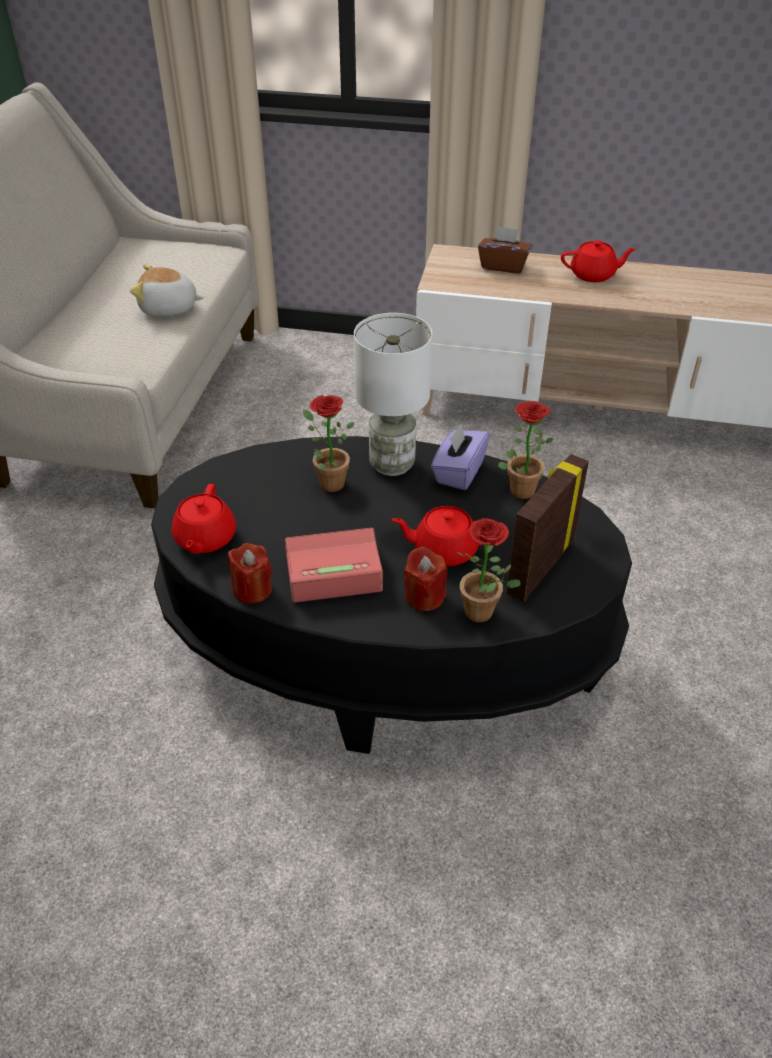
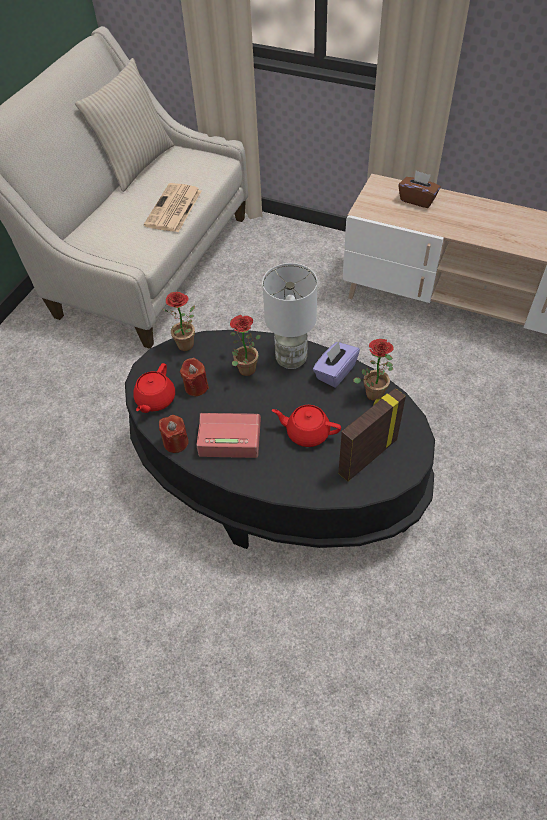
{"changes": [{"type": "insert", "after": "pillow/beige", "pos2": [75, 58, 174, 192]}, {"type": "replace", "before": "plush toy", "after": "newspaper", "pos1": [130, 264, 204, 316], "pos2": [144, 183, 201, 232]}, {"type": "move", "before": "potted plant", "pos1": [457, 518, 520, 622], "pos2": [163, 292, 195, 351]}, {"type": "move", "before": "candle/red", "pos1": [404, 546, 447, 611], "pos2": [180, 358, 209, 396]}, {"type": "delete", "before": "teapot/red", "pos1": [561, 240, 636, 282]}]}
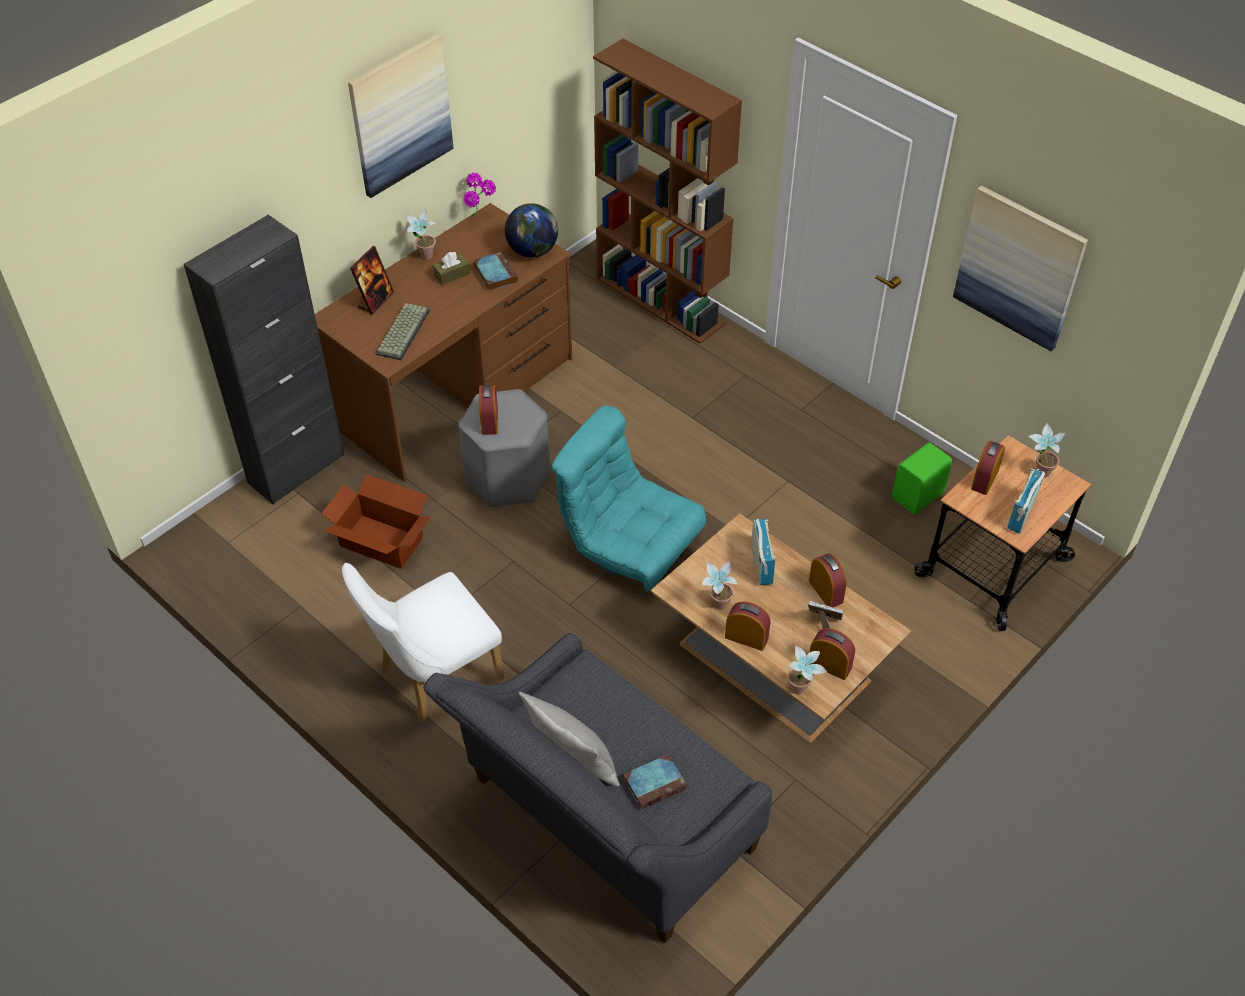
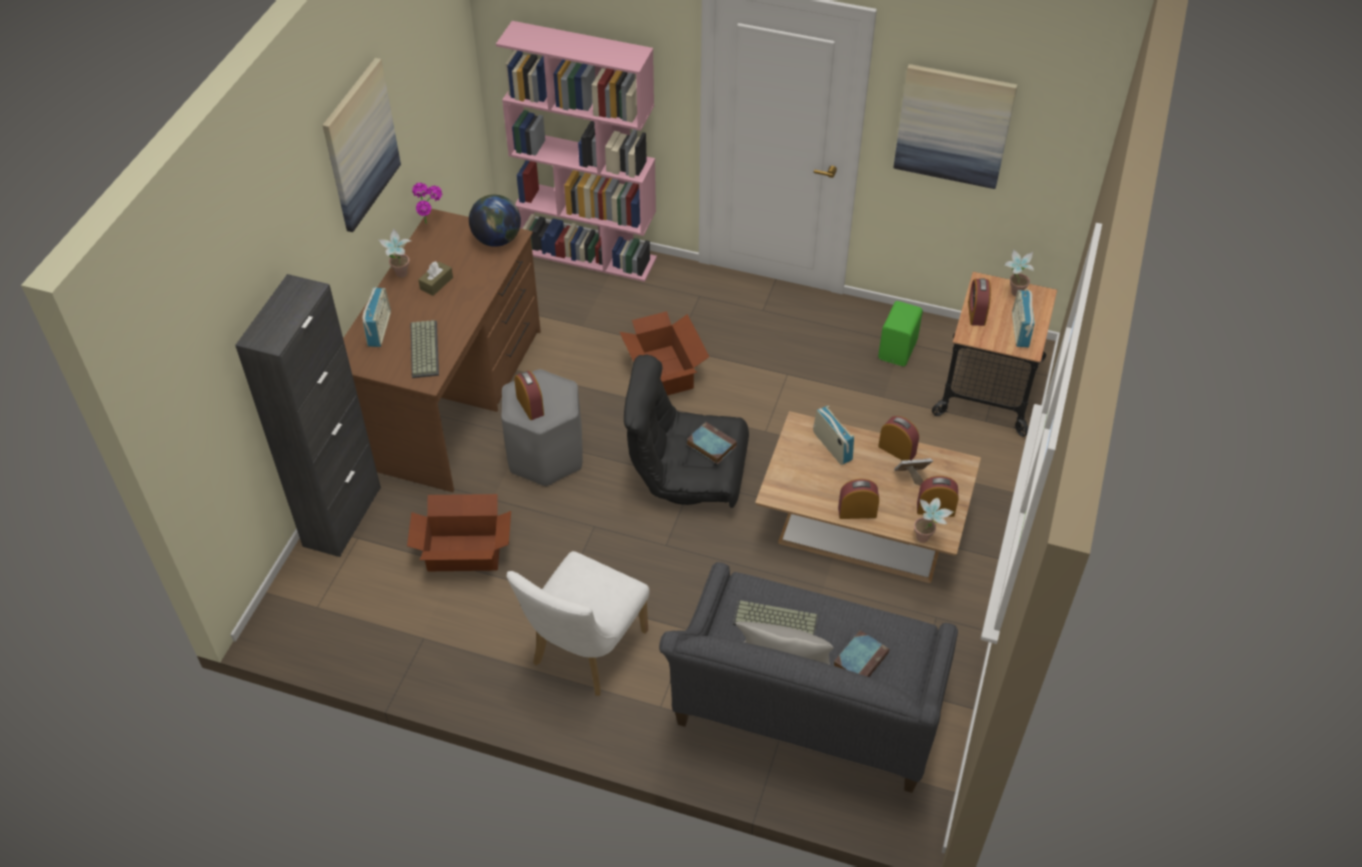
{"changes": [{"type": "replace", "before": "picture frame", "after": "radio", "pos1": [350, 246, 394, 315], "pos2": [362, 287, 391, 347]}, {"type": "recolor", "before": "bookcase/brown", "after": "bookcase/pink", "pos1": [593, 38, 742, 344], "pos2": [496, 21, 657, 282]}, {"type": "insert", "after": "cardboard box", "pos2": [620, 311, 709, 396]}, {"type": "recolor", "before": "armchair/turquoise", "after": "armchair/black", "pos1": [552, 405, 706, 591], "pos2": [624, 355, 749, 508]}, {"type": "move", "before": "book", "pos1": [474, 252, 518, 291], "pos2": [687, 422, 737, 464]}, {"type": "insert", "after": "keyboard", "pos2": [733, 600, 819, 635]}, {"type": "delete", "before": "potted plant", "pos1": [702, 561, 738, 610]}]}
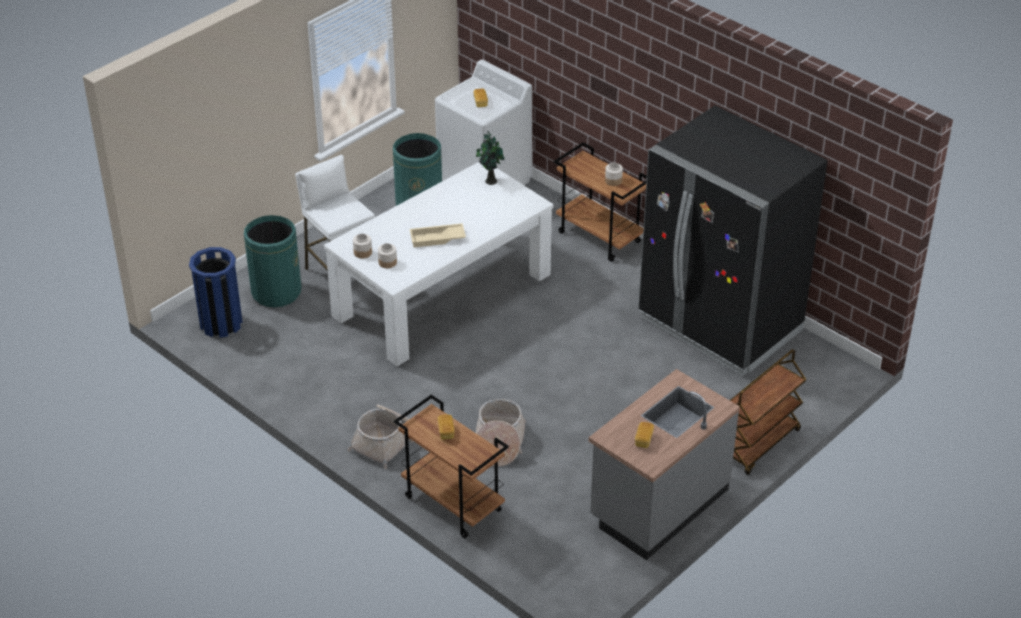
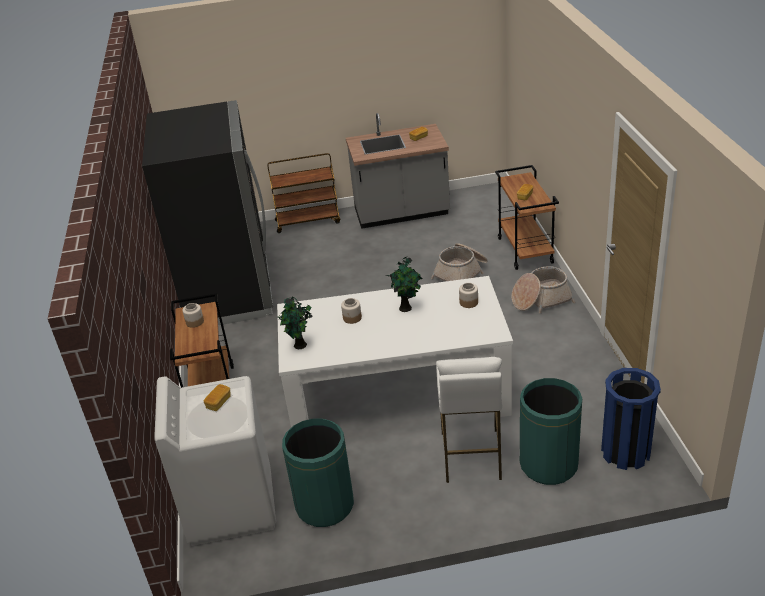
{"changes": [{"type": "move", "before": "jar", "pos1": [353, 234, 372, 258], "pos2": [341, 298, 362, 324]}, {"type": "replace", "before": "tray/beige", "after": "potted plant", "pos1": [410, 223, 466, 247], "pos2": [386, 256, 423, 312]}]}
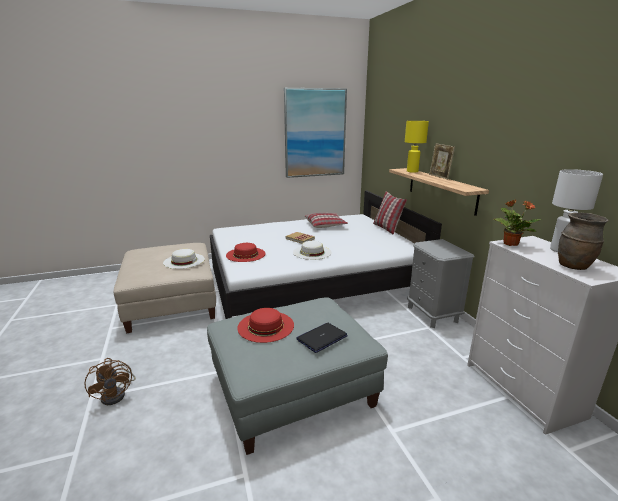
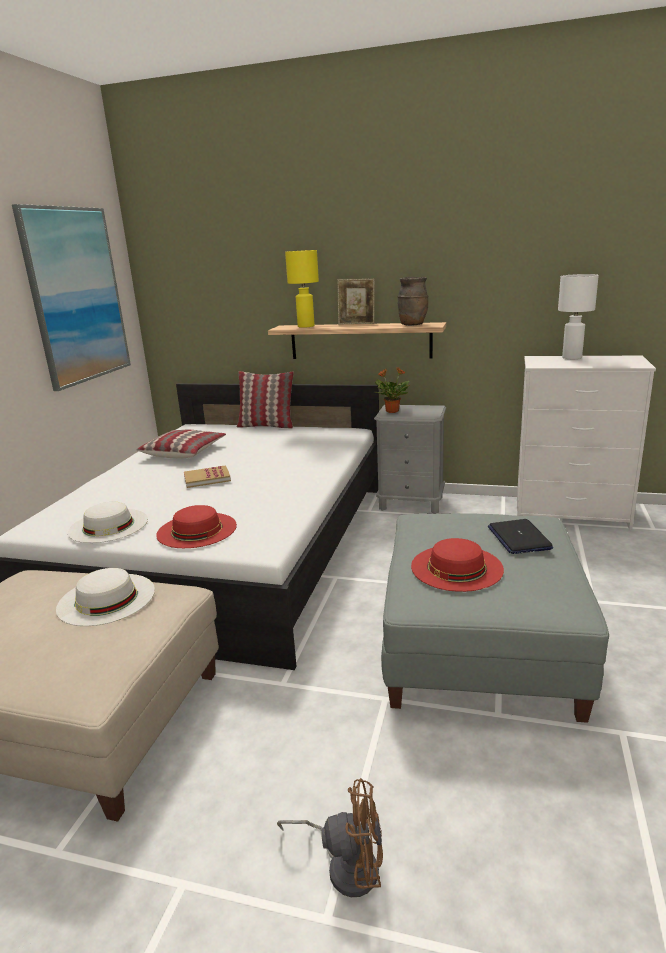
{"changes": [{"type": "move", "before": "hat/white", "pos1": [293, 241, 332, 260], "pos2": [68, 502, 148, 543]}, {"type": "move", "before": "potted plant", "pos1": [493, 200, 541, 246], "pos2": [374, 367, 410, 413]}, {"type": "move", "before": "vase/brown", "pos1": [558, 213, 608, 270], "pos2": [397, 277, 428, 326]}]}
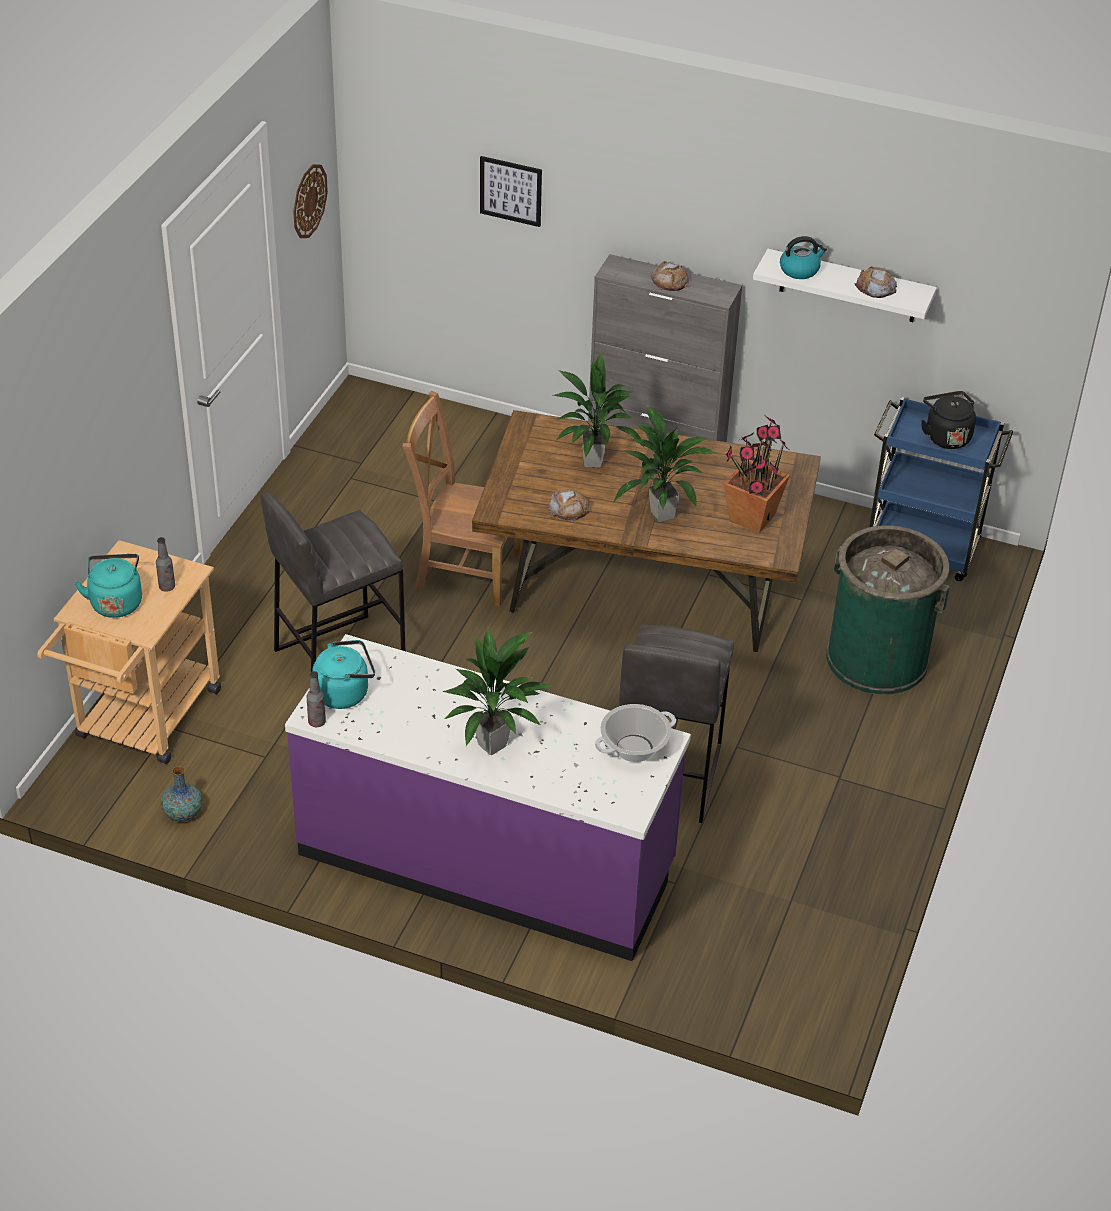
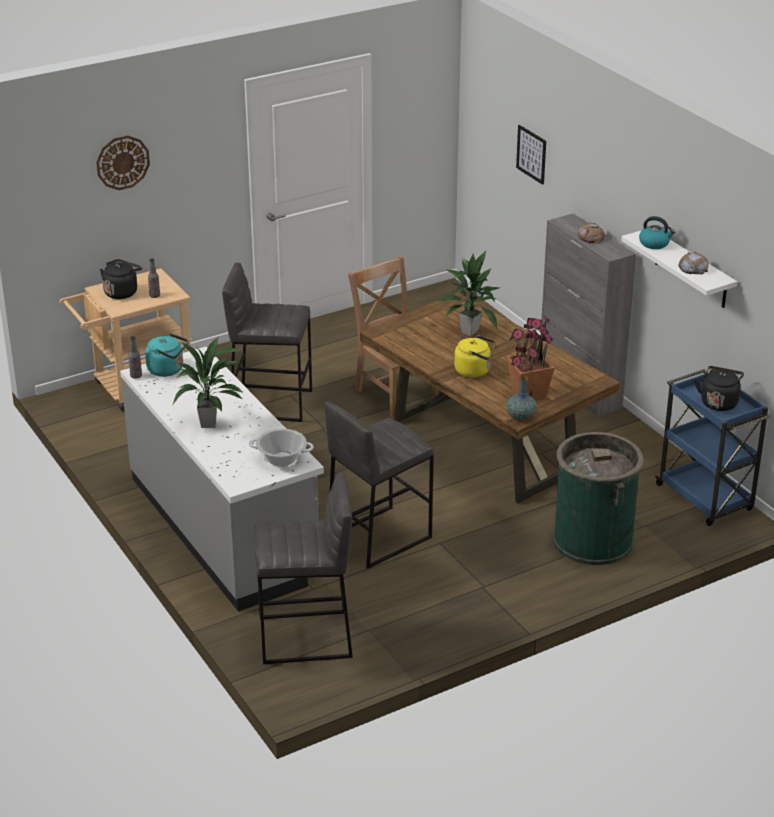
{"changes": [{"type": "move", "before": "wall clock", "pos1": [293, 164, 328, 238], "pos2": [96, 136, 150, 190]}, {"type": "recolor", "before": "kettle/turquoise", "after": "kettle/black", "pos1": [75, 554, 142, 618], "pos2": [100, 259, 142, 299]}, {"type": "recolor", "before": "counter/purple", "after": "counter/grey", "pos1": [285, 634, 691, 961], "pos2": [120, 347, 324, 612]}, {"type": "insert", "after": "stool/grey", "pos2": [254, 473, 353, 664]}, {"type": "replace", "before": "potted plant", "after": "kettle/yellow", "pos1": [613, 405, 717, 522], "pos2": [454, 335, 496, 378]}, {"type": "move", "before": "vase", "pos1": [161, 766, 203, 821], "pos2": [506, 376, 537, 421]}, {"type": "delete", "before": "bread", "pos1": [547, 489, 589, 522]}]}
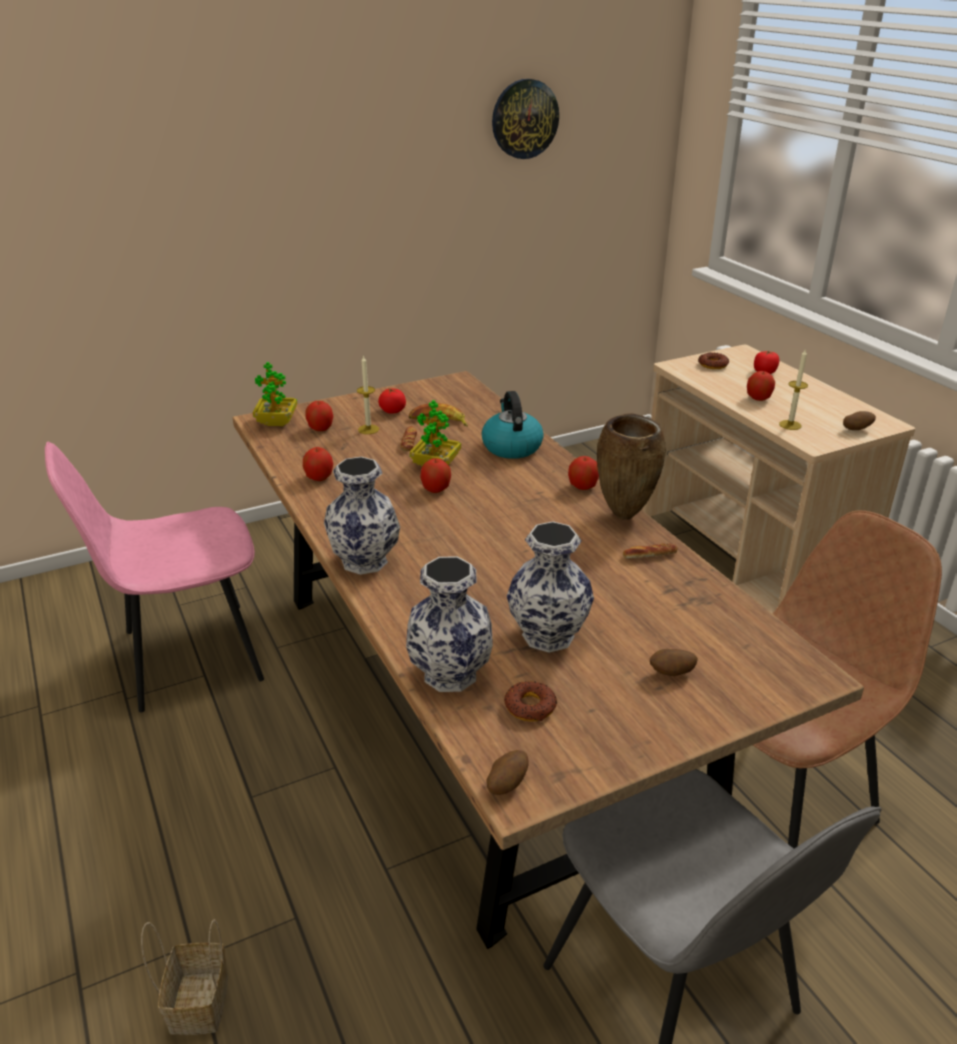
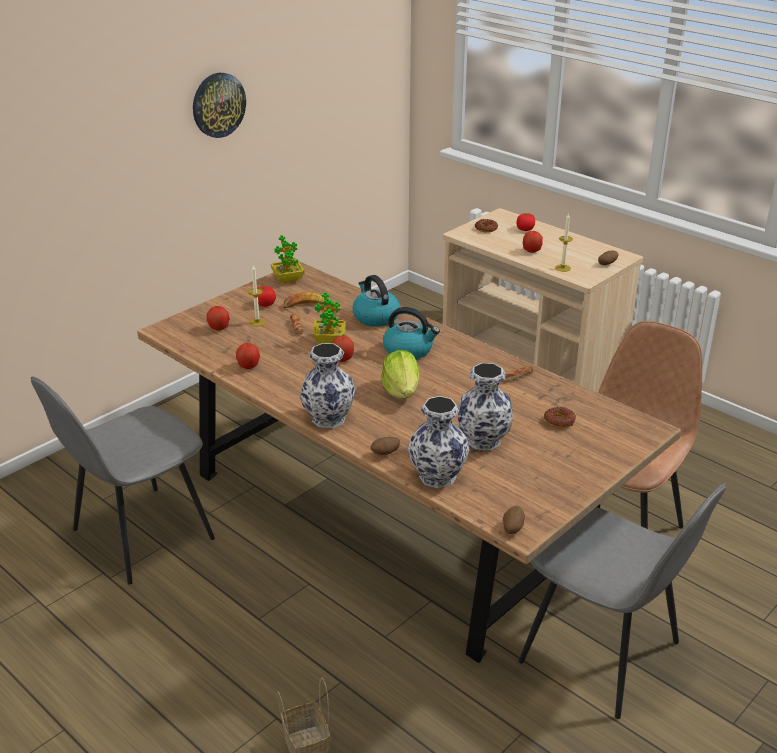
{"changes": [{"type": "recolor", "before": "chair/pink", "after": "chair/grey", "pos1": [45, 442, 264, 712], "pos2": [31, 376, 215, 584]}, {"type": "move", "before": "wall clock", "pos1": [492, 79, 559, 159], "pos2": [193, 73, 246, 138]}, {"type": "move", "before": "potted plant", "pos1": [253, 362, 297, 426], "pos2": [271, 235, 305, 283]}, {"type": "move", "before": "potato", "pos1": [650, 649, 698, 676], "pos2": [371, 437, 400, 455]}, {"type": "insert", "after": "lettuce", "pos2": [381, 350, 420, 399]}, {"type": "insert", "after": "kettle", "pos2": [383, 307, 440, 360]}, {"type": "move", "before": "donut", "pos1": [504, 681, 557, 722], "pos2": [544, 407, 576, 428]}, {"type": "delete", "before": "apple", "pos1": [568, 456, 599, 490]}, {"type": "delete", "before": "vase/brown", "pos1": [597, 413, 666, 520]}]}
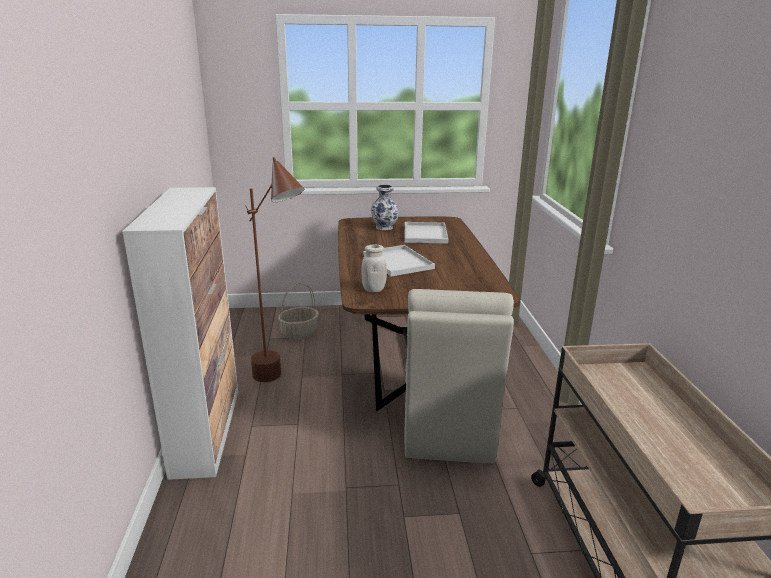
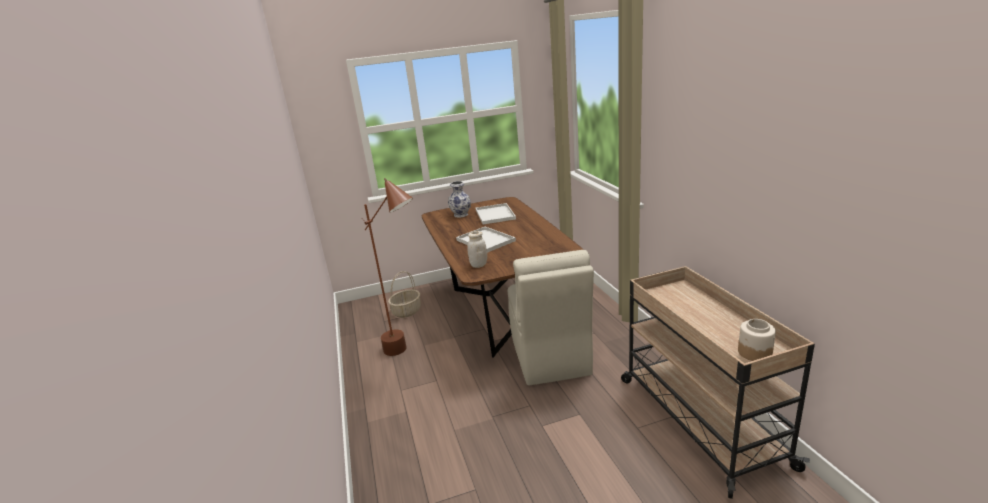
{"changes": [{"type": "insert", "after": "jar", "pos2": [738, 319, 776, 361]}, {"type": "delete", "before": "cabinet", "pos1": [122, 187, 238, 480]}]}
